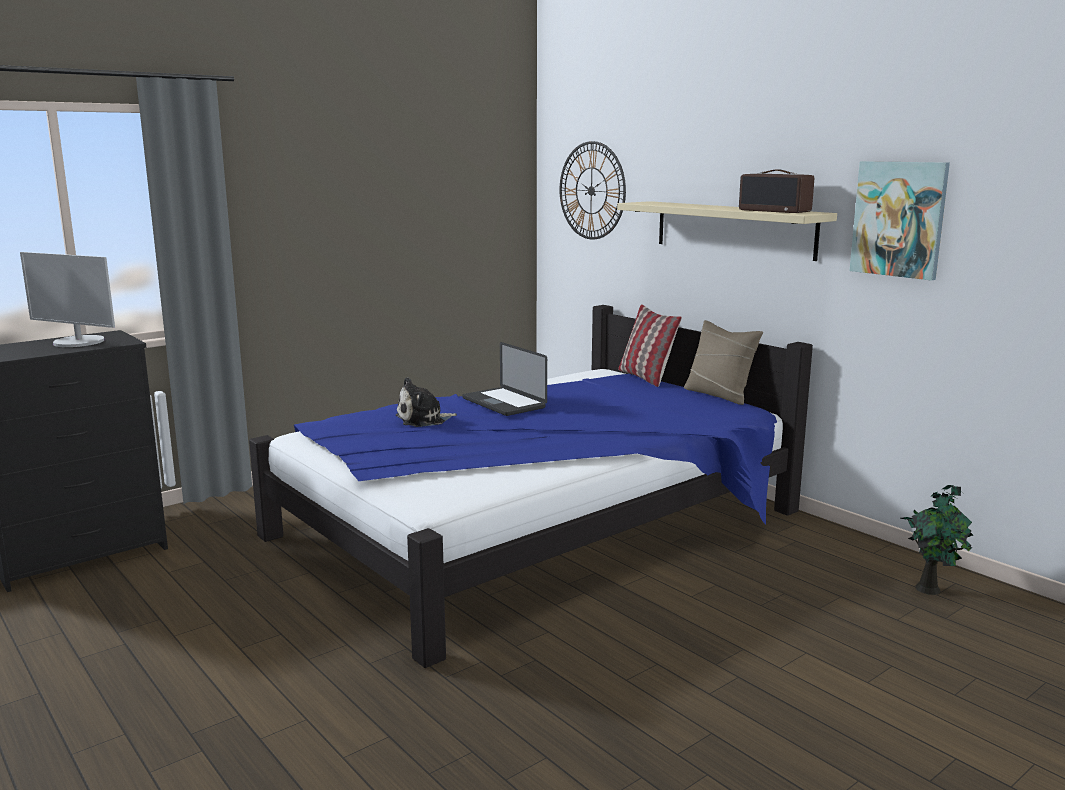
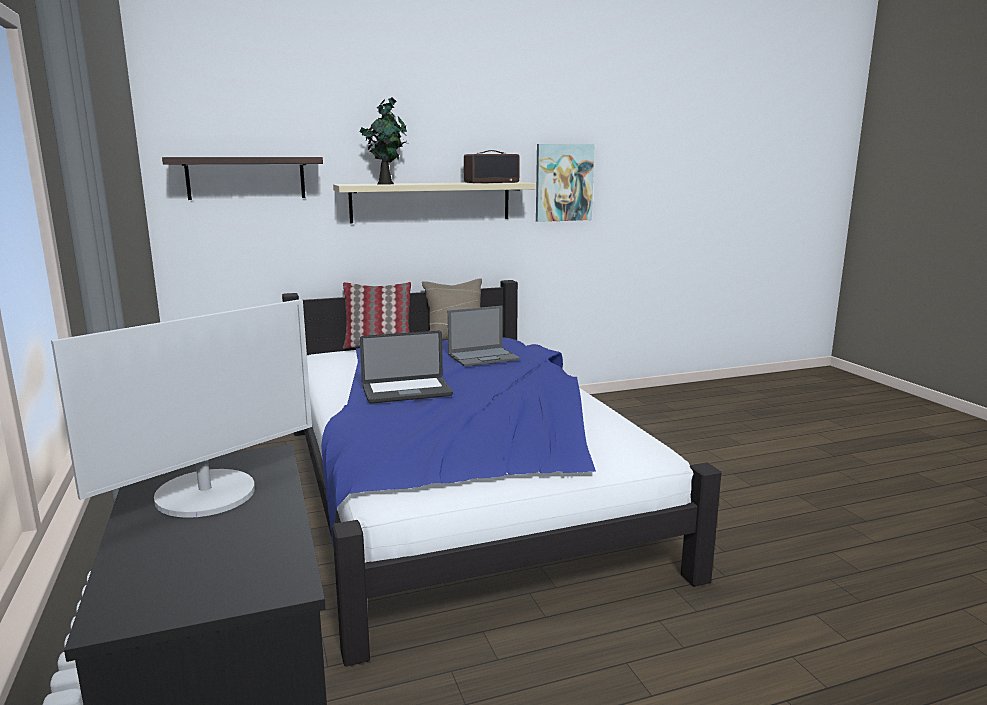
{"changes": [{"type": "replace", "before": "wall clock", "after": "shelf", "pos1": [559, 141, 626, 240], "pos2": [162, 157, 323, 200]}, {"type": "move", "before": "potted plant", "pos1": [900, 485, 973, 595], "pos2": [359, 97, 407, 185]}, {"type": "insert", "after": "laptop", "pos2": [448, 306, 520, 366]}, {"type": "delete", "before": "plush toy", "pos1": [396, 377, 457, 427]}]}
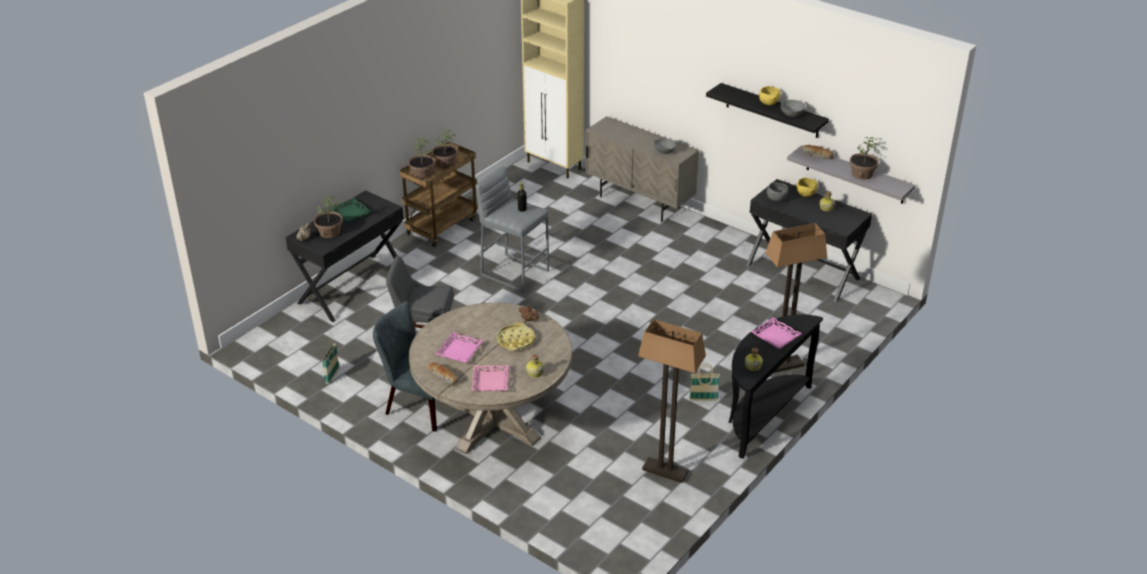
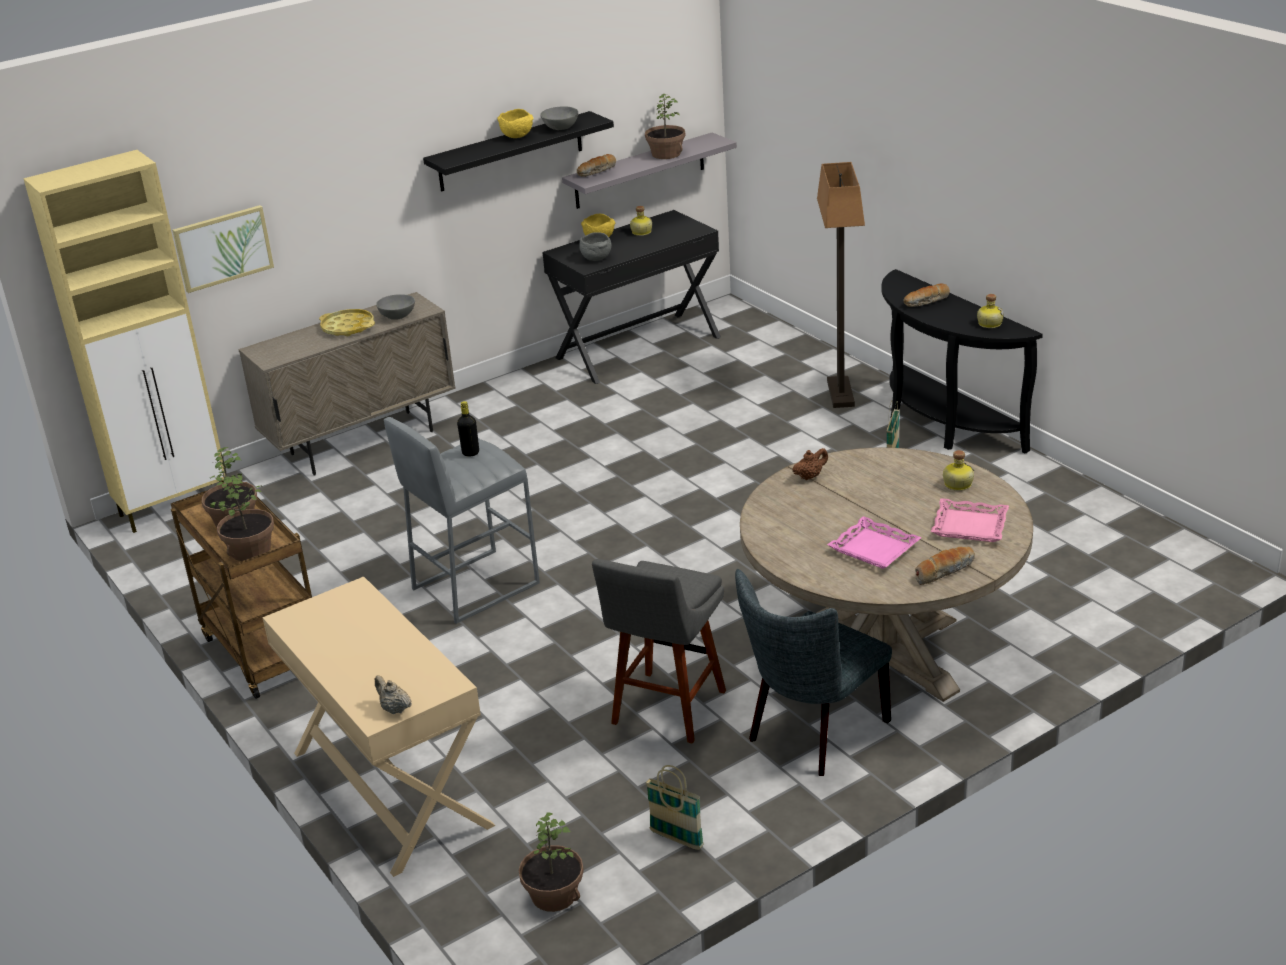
{"changes": [{"type": "insert", "after": "picture", "pos2": [172, 205, 274, 293]}, {"type": "recolor", "before": "desk/black", "after": "desk/beige", "pos1": [286, 190, 404, 322], "pos2": [262, 577, 496, 877]}, {"type": "move", "before": "tray/yellow", "pos1": [497, 322, 535, 351], "pos2": [319, 309, 375, 336]}, {"type": "move", "before": "potted plant", "pos1": [314, 196, 343, 238], "pos2": [519, 812, 584, 912]}, {"type": "replace", "before": "tray/pink", "after": "bread", "pos1": [751, 317, 802, 349], "pos2": [903, 284, 950, 307]}, {"type": "delete", "before": "tray/green", "pos1": [331, 198, 372, 223]}, {"type": "delete", "before": "floor lamp", "pos1": [638, 319, 706, 483]}]}
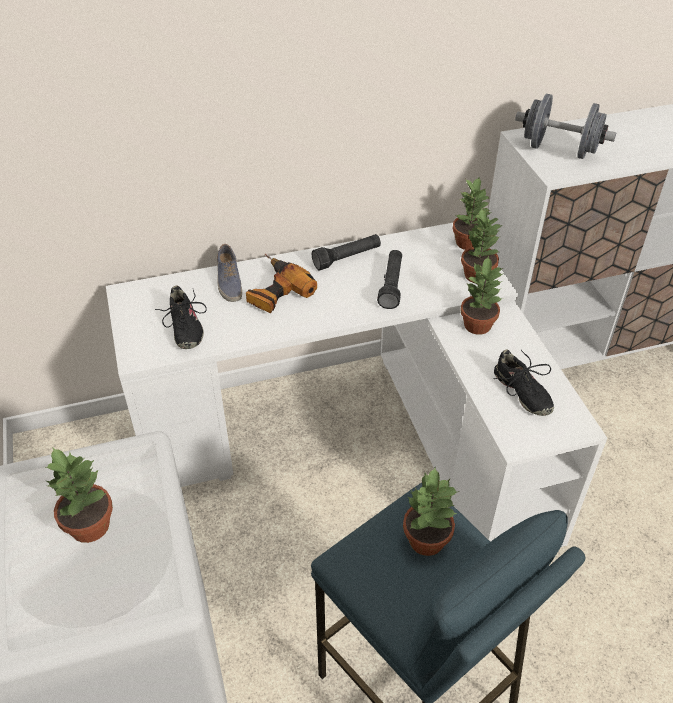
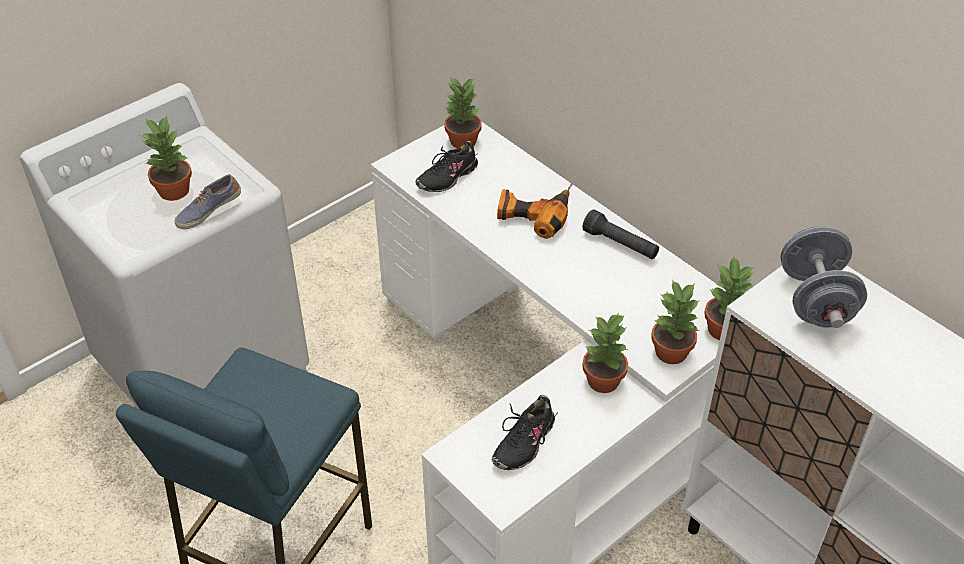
{"changes": [{"type": "move", "before": "shoe", "pos1": [217, 244, 242, 302], "pos2": [174, 174, 241, 229]}, {"type": "move", "before": "potted plant", "pos1": [403, 468, 458, 556], "pos2": [444, 77, 482, 148]}, {"type": "delete", "before": "flashlight/black", "pos1": [377, 250, 402, 309]}]}
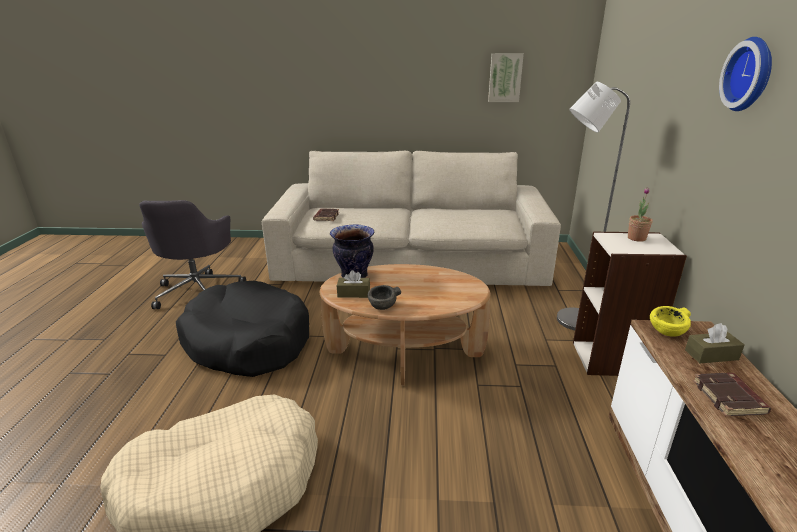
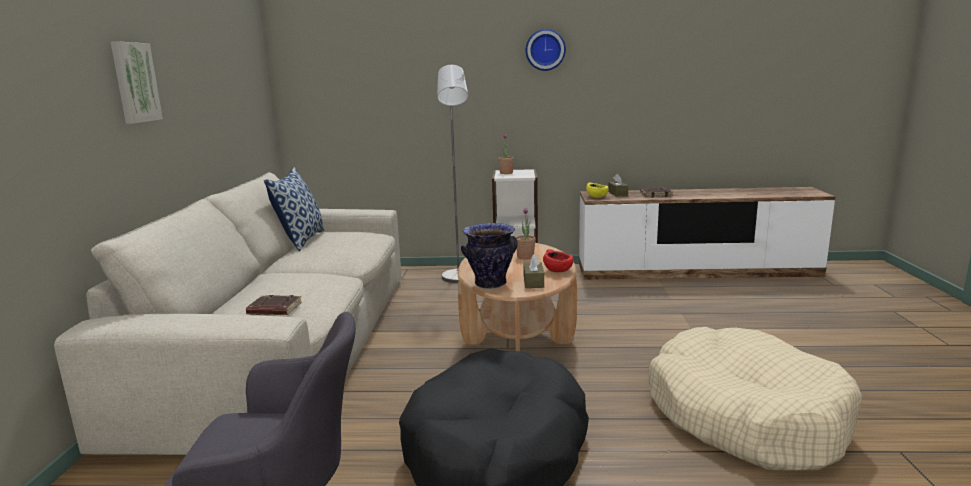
{"changes": [{"type": "move", "before": "picture", "pos1": [488, 53, 524, 102], "pos2": [111, 41, 163, 124]}, {"type": "insert", "after": "pillow", "pos2": [264, 167, 325, 251]}, {"type": "insert", "after": "potted plant", "pos2": [516, 208, 535, 259]}, {"type": "recolor", "before": "bowl/grey", "after": "bowl/red", "pos1": [368, 285, 401, 310], "pos2": [543, 249, 574, 272]}]}
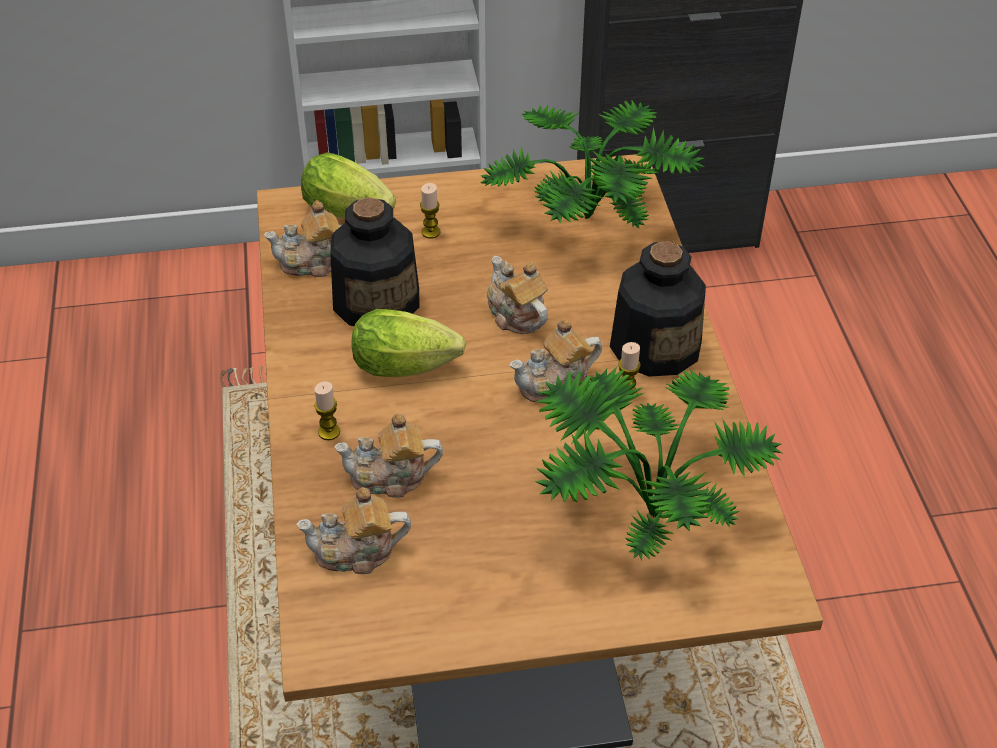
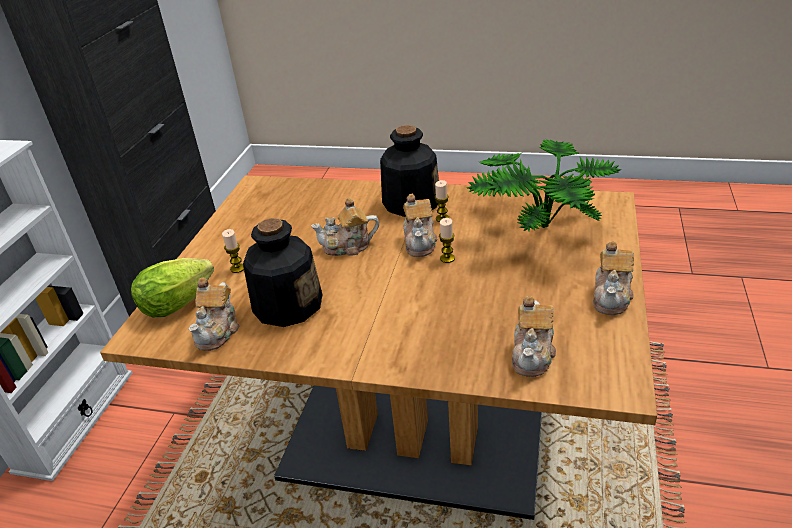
{"changes": [{"type": "move", "before": "candle", "pos1": [314, 382, 340, 440], "pos2": [439, 218, 455, 263]}, {"type": "move", "before": "teapot", "pos1": [334, 413, 443, 498], "pos2": [593, 241, 634, 315]}, {"type": "delete", "before": "lettuce", "pos1": [352, 309, 466, 377]}, {"type": "delete", "before": "potted plant", "pos1": [480, 101, 705, 229]}]}
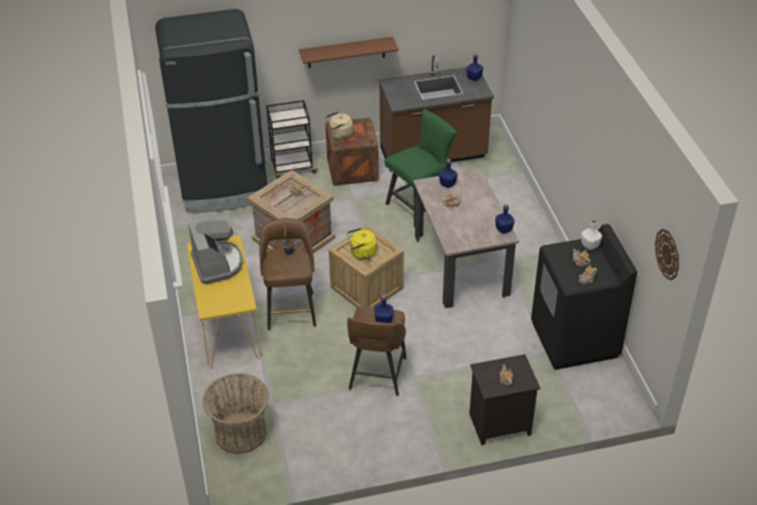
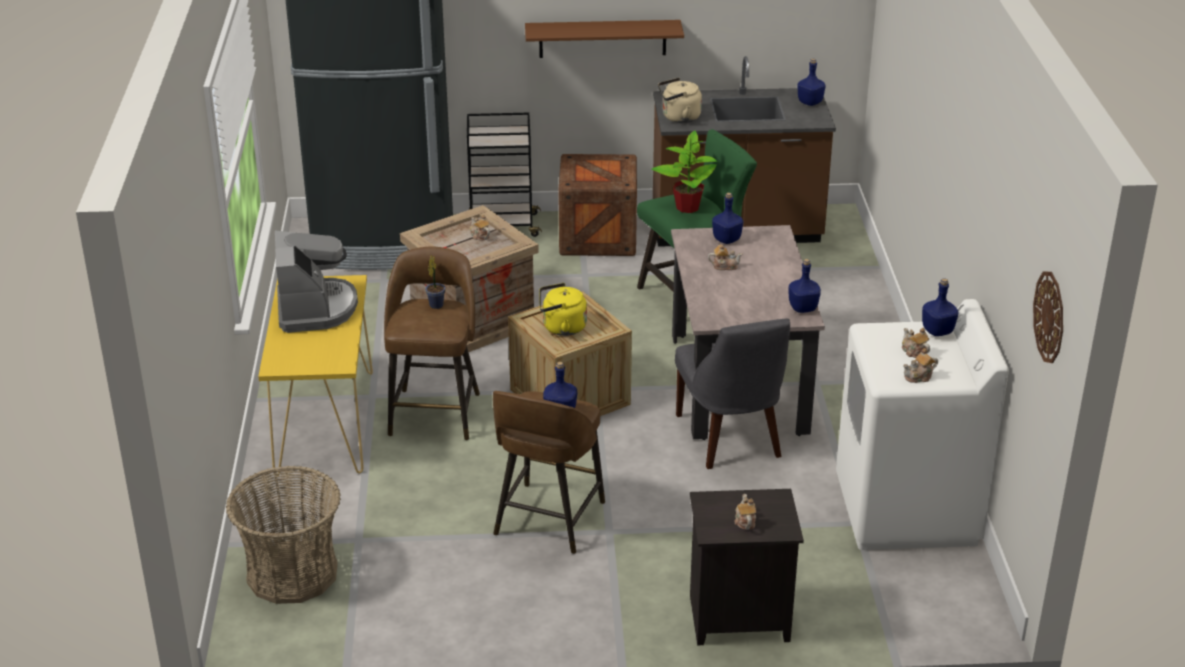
{"changes": [{"type": "insert", "after": "potted plant", "pos2": [651, 130, 717, 213]}, {"type": "move", "before": "kettle/beige", "pos1": [326, 112, 353, 140], "pos2": [658, 78, 702, 123]}, {"type": "insert", "after": "chair/grey", "pos2": [675, 318, 790, 469]}, {"type": "recolor", "before": "washing machine/black", "after": "washing machine/white", "pos1": [531, 224, 637, 370], "pos2": [836, 299, 1009, 550]}, {"type": "recolor", "before": "bottle/white", "after": "bottle/blue", "pos1": [581, 219, 602, 250], "pos2": [922, 279, 959, 336]}]}
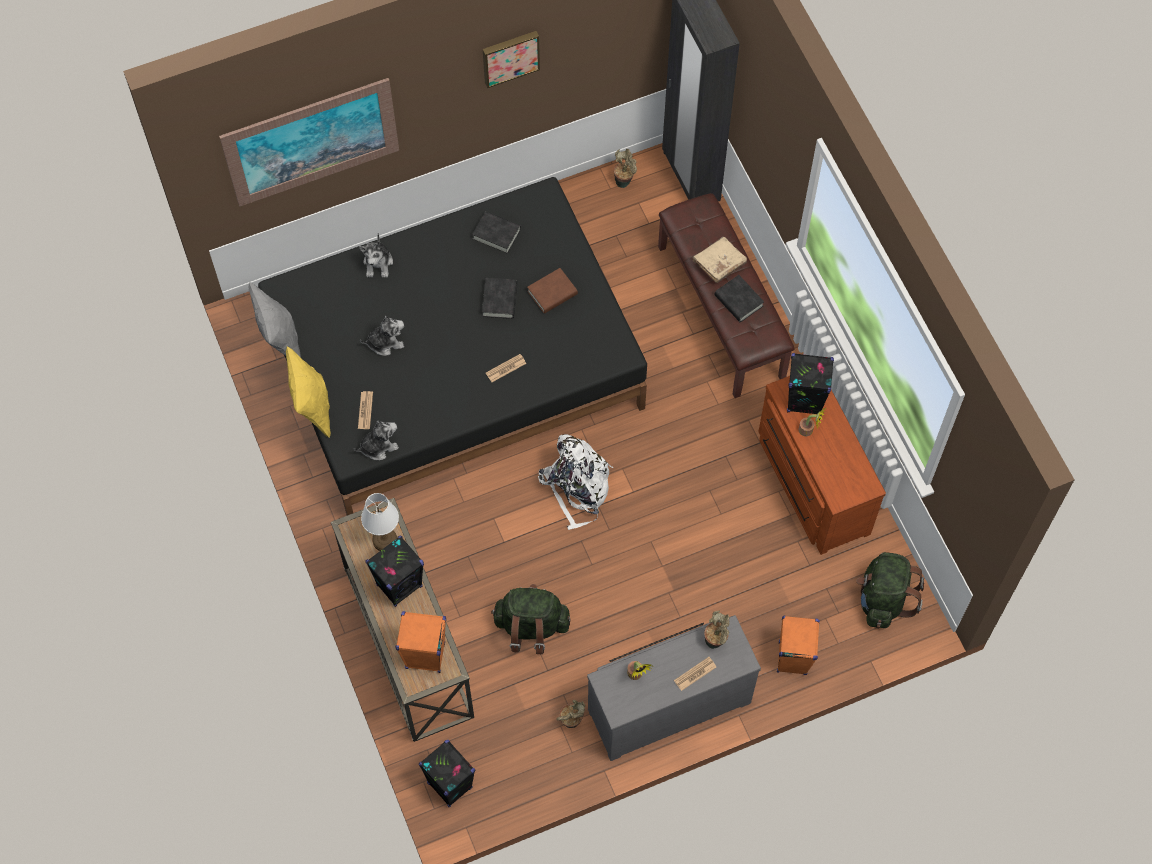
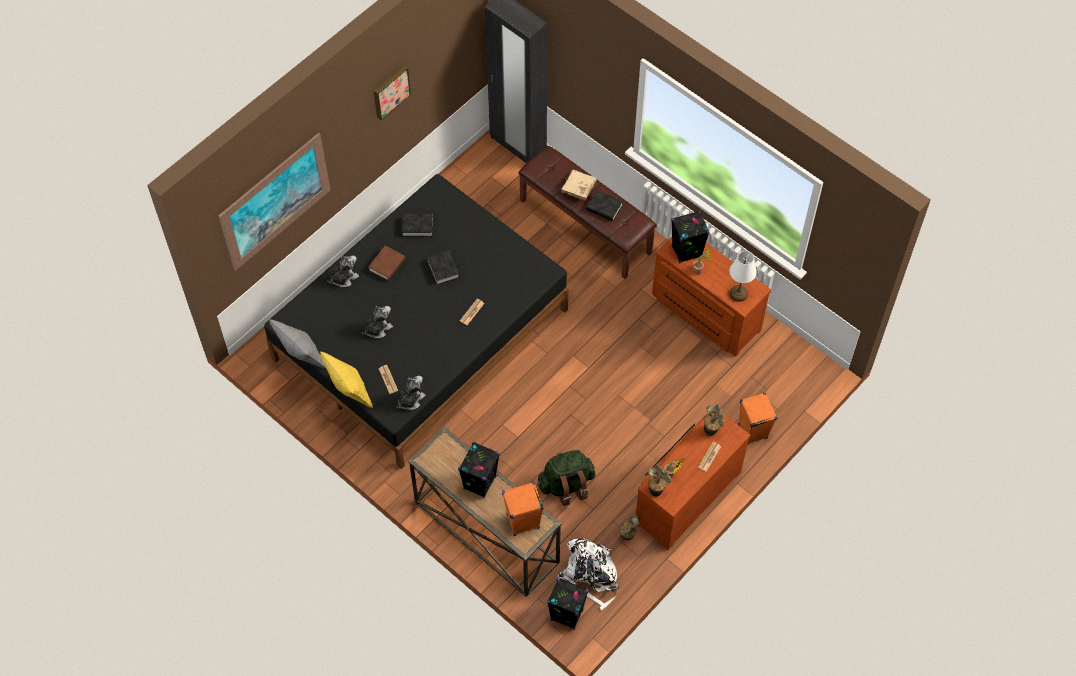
{"changes": [{"type": "rotate", "before": "plush toy", "pos1": [359, 233, 393, 278], "pos2": [328, 255, 359, 287], "turn": -105}, {"type": "move", "before": "book/brown", "pos1": [527, 268, 578, 314], "pos2": [369, 246, 405, 281]}, {"type": "move", "before": "backpack/white", "pos1": [538, 434, 613, 530], "pos2": [558, 538, 619, 611]}, {"type": "recolor", "before": "dresser/grey", "after": "dresser/brown", "pos1": [587, 615, 761, 761], "pos2": [636, 413, 750, 550]}, {"type": "move", "before": "potted plant", "pos1": [614, 149, 637, 188], "pos2": [648, 464, 672, 497]}, {"type": "move", "before": "table lamp/white", "pos1": [361, 493, 399, 551], "pos2": [730, 251, 757, 302]}, {"type": "delete", "before": "backpack/green", "pos1": [856, 552, 924, 628]}]}
